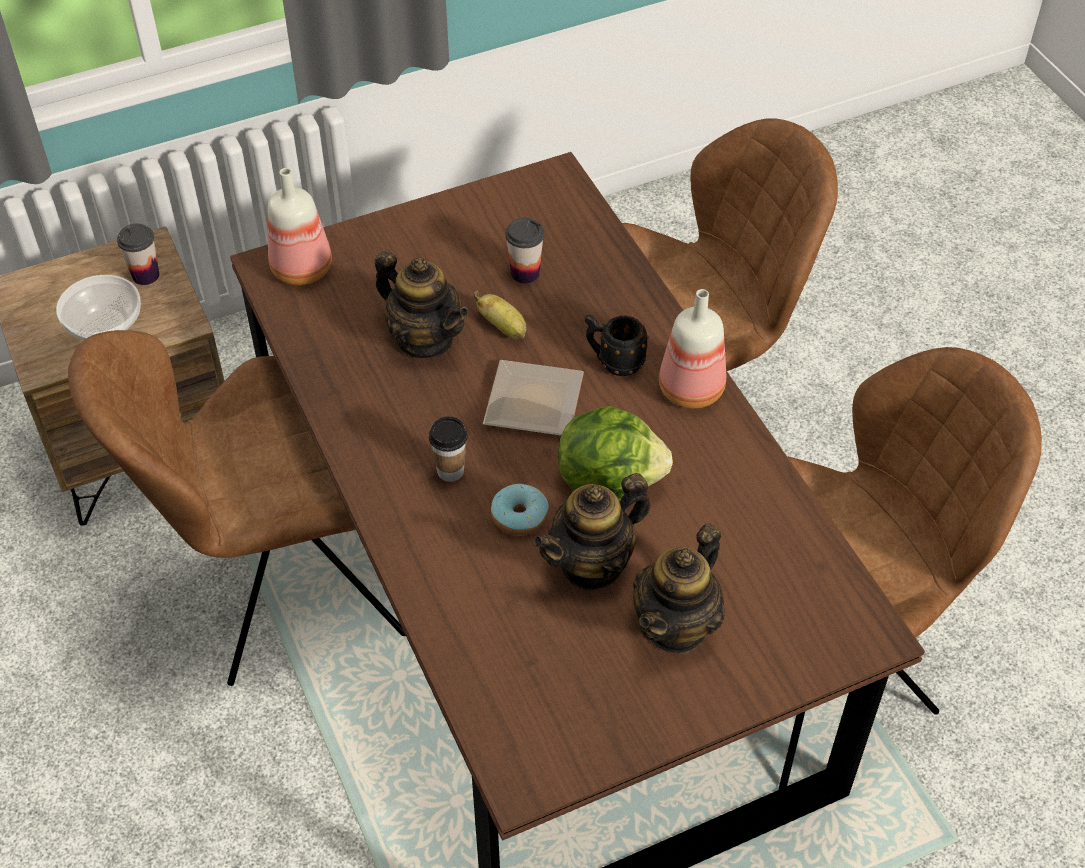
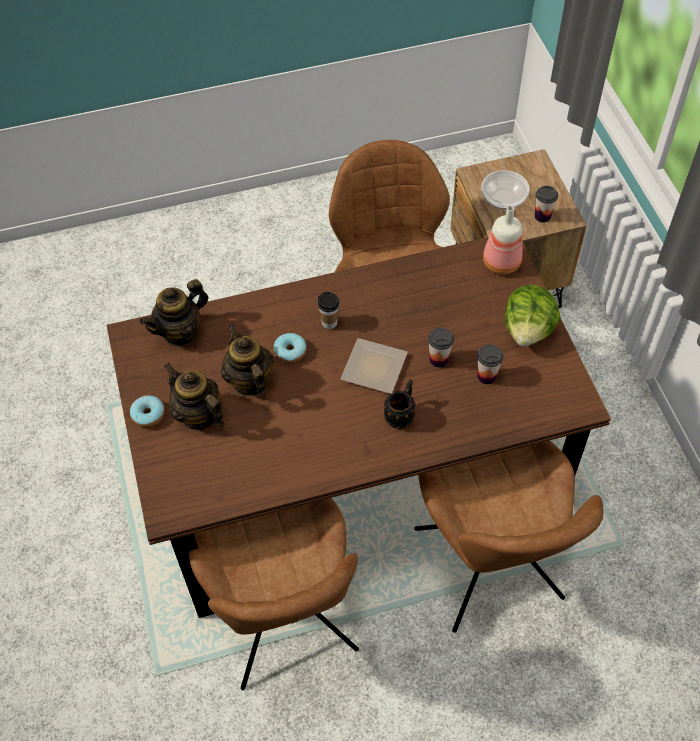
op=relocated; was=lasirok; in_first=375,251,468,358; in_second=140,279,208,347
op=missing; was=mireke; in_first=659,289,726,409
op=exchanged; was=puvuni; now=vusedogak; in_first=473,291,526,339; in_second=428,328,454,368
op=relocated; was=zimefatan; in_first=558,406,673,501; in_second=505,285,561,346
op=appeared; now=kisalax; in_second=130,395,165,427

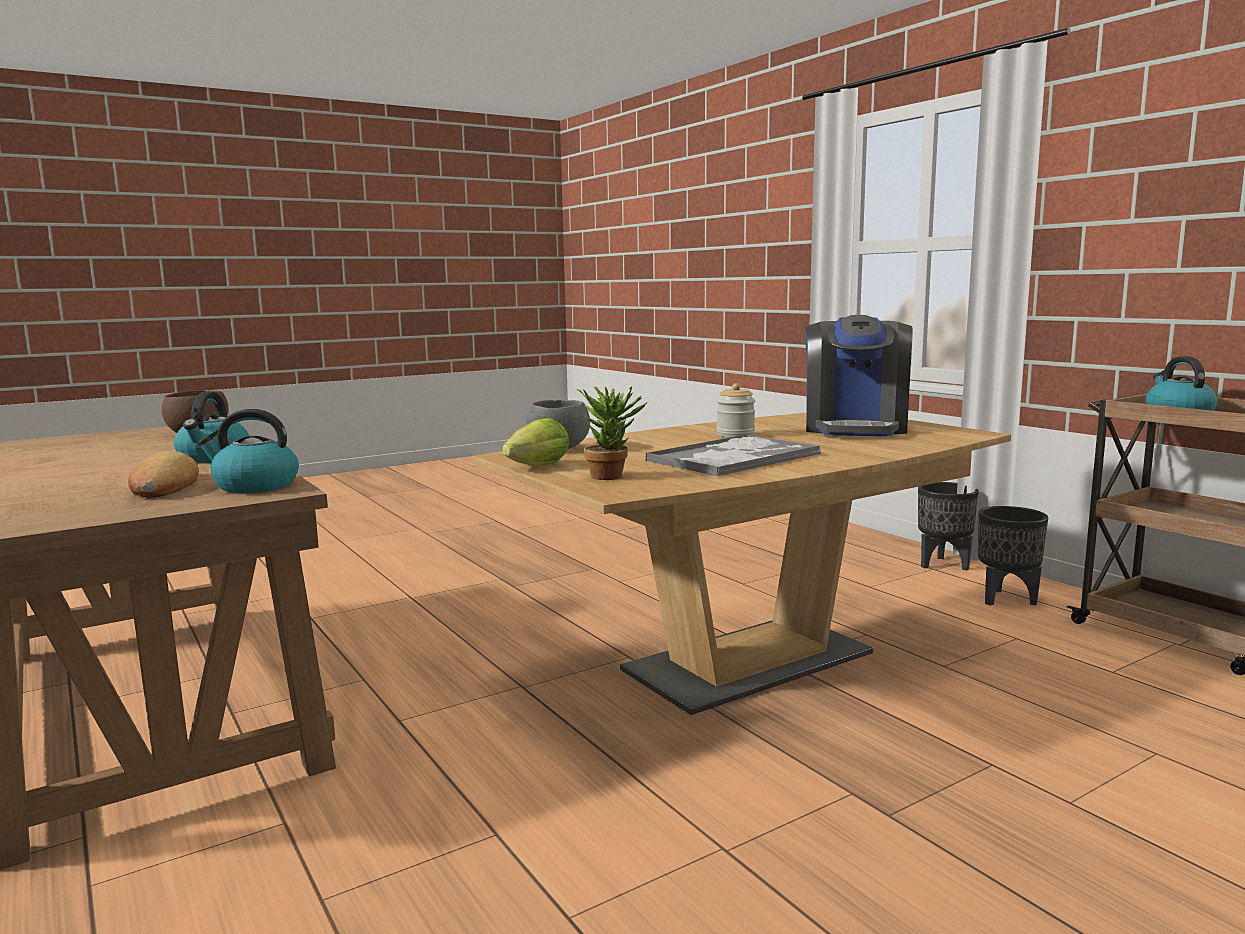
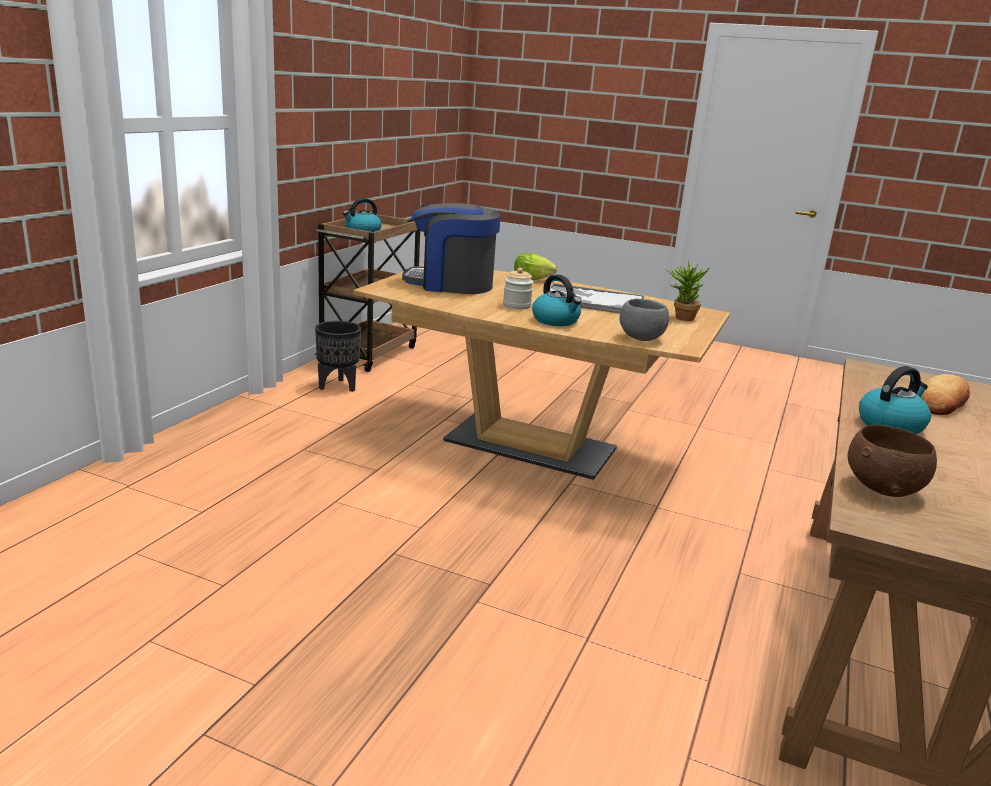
op=spun; was=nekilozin; in_first=805,315,913,436; in_second=402,203,501,294; clockwise=-150
op=relocated; was=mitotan; in_first=197,409,299,493; in_second=532,275,581,326
op=relocated; was=zimefatan; in_first=503,418,570,466; in_second=514,253,557,280
op=missing; was=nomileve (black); in_first=918,482,979,570

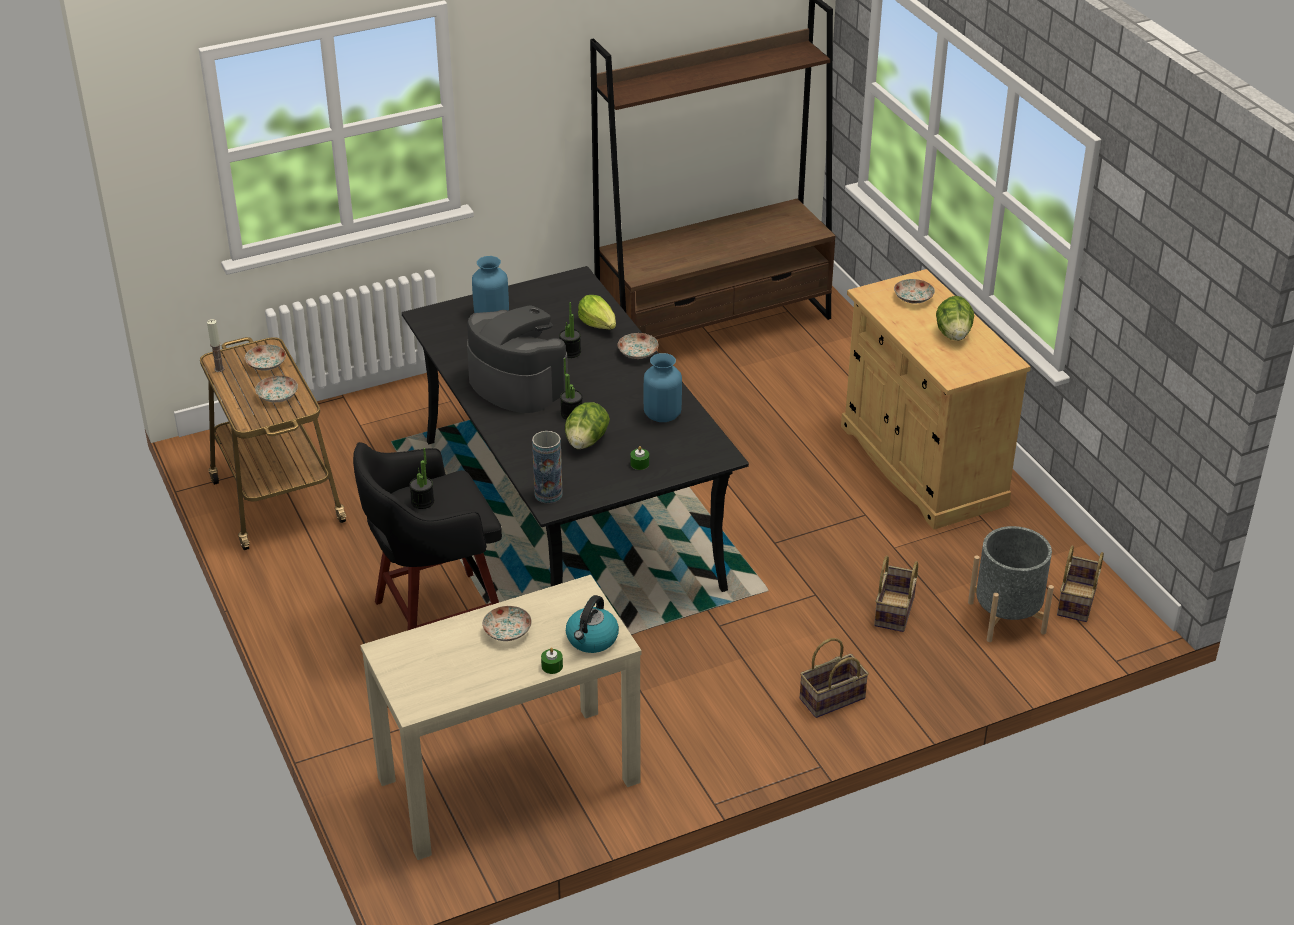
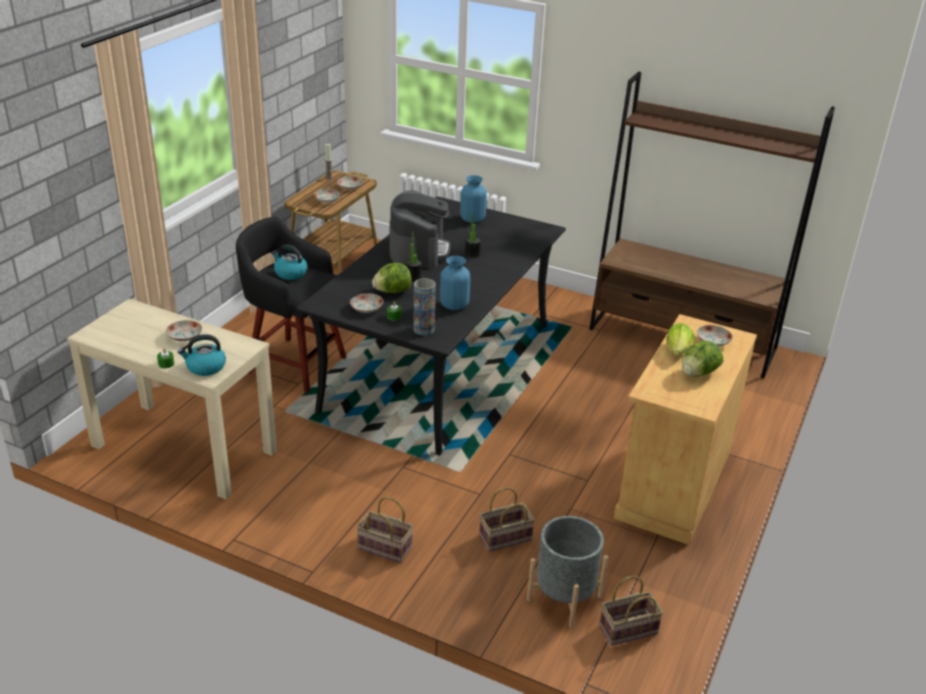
op=relocated; was=zimefatan; in_first=578,295,616,329; in_second=666,323,695,356
op=relocated; was=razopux; in_first=617,333,659,359; in_second=350,293,384,313
op=relocated; was=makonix; in_first=532,431,563,504; in_second=413,278,436,336
op=exchanged; was=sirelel; now=mitotan; in_first=409,448,434,509; in_second=272,244,308,280

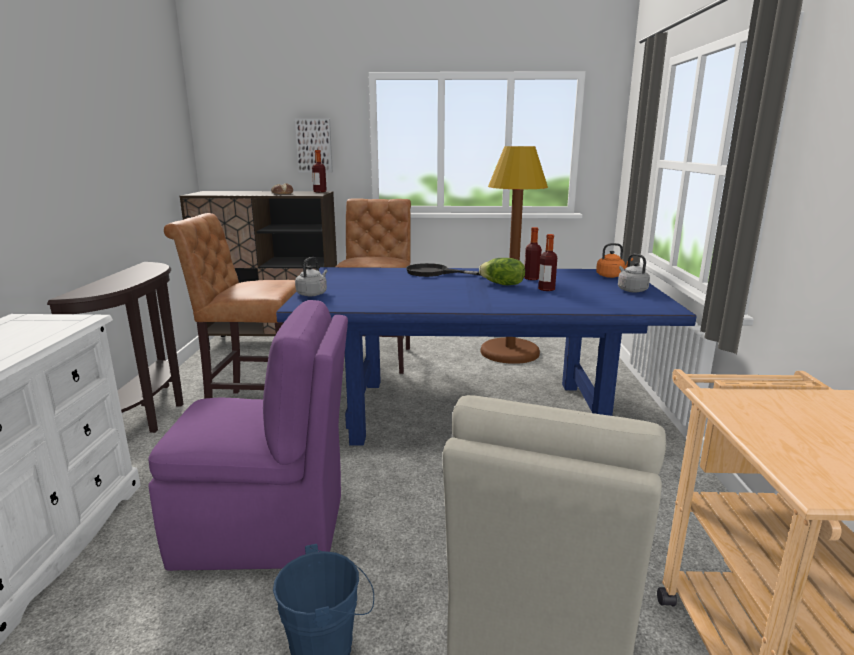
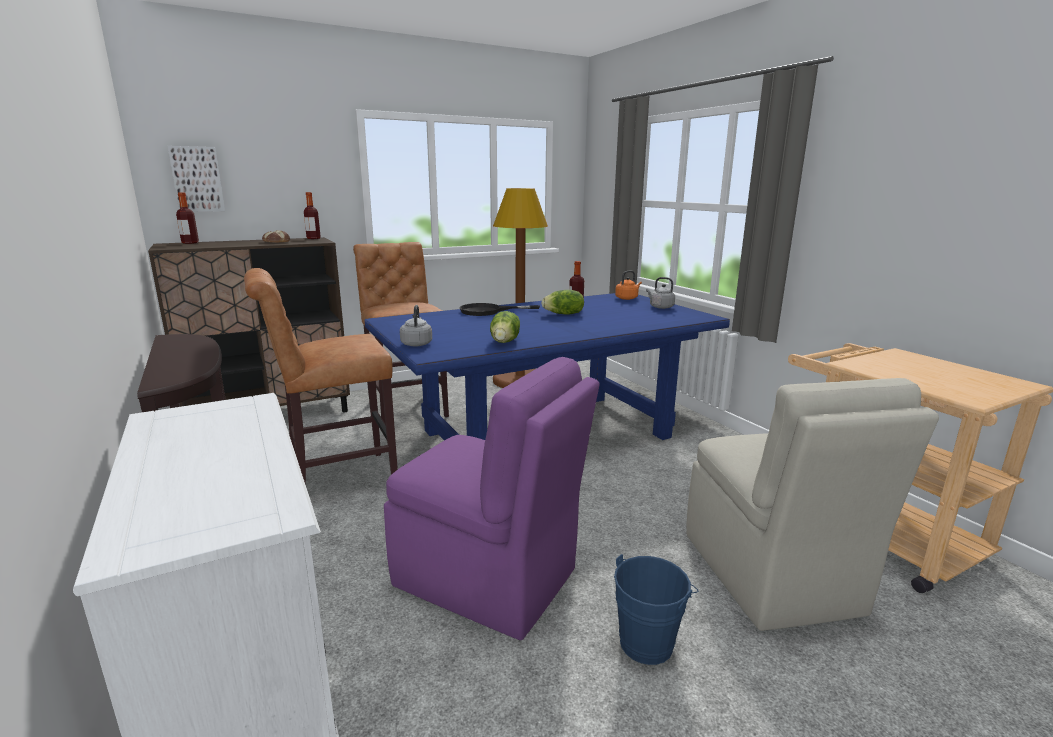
op=relocated; was=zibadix; in_first=295,119,333,173; in_second=168,146,225,212
op=relocated; was=mireke; in_first=538,234,557,291; in_second=176,192,199,244
op=spun; was=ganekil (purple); in_first=148,300,348,571; in_second=384,357,600,640; clockwise=60
op=appeared; now=zimefatan; in_second=490,311,520,343

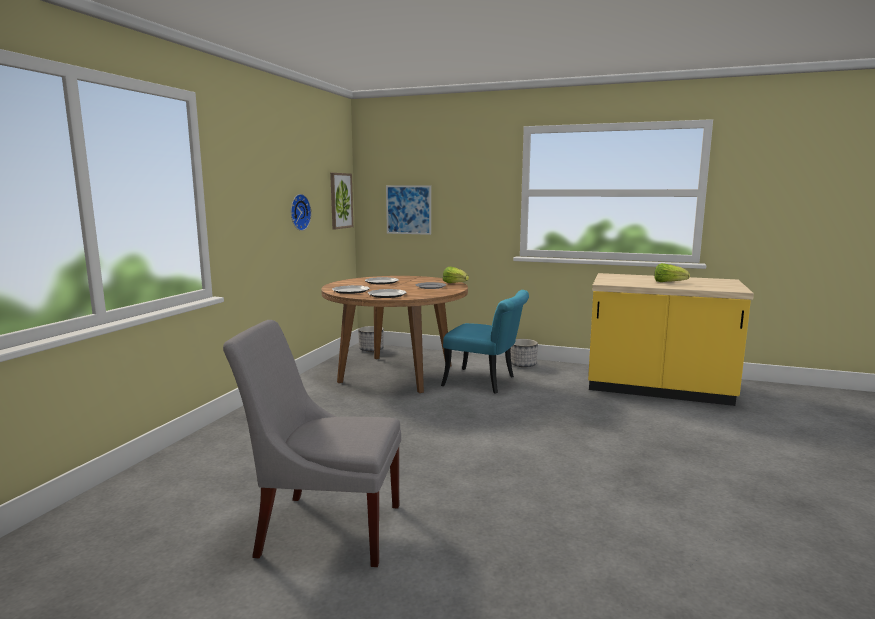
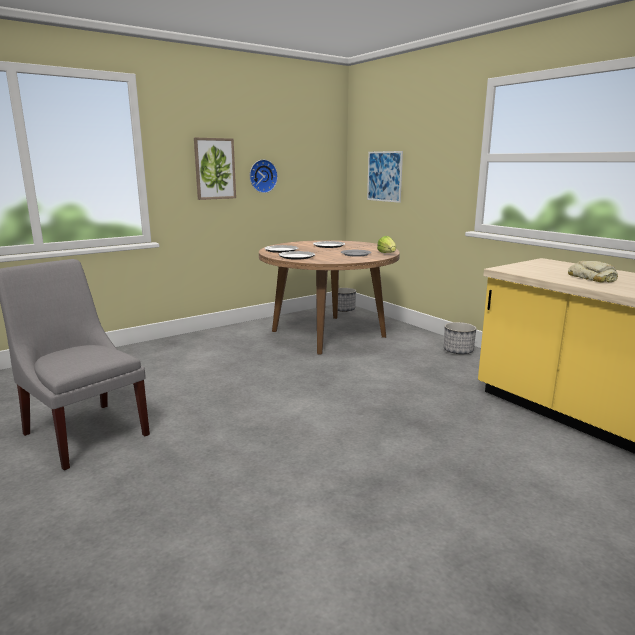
op=relocated; was=zibadix; in_first=330,173,353,229; in_second=194,138,236,200
op=exchanged; was=zimefatan; now=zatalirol; in_first=654,263,690,282; in_second=568,261,618,283
op=missing; was=ganekil (turquoise); in_first=441,290,529,394

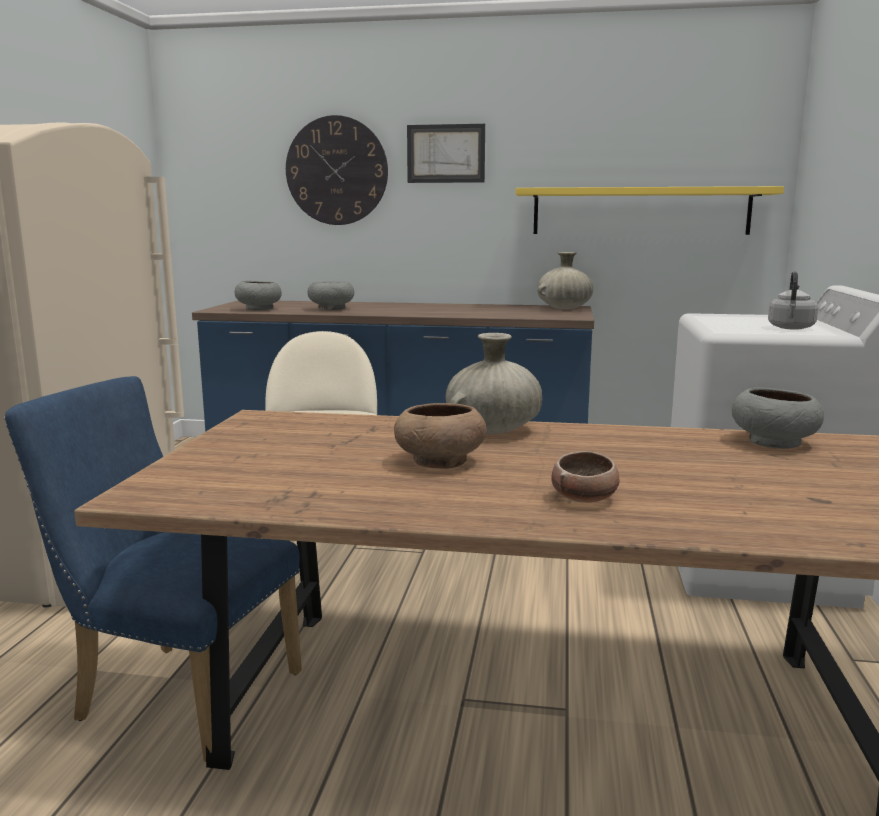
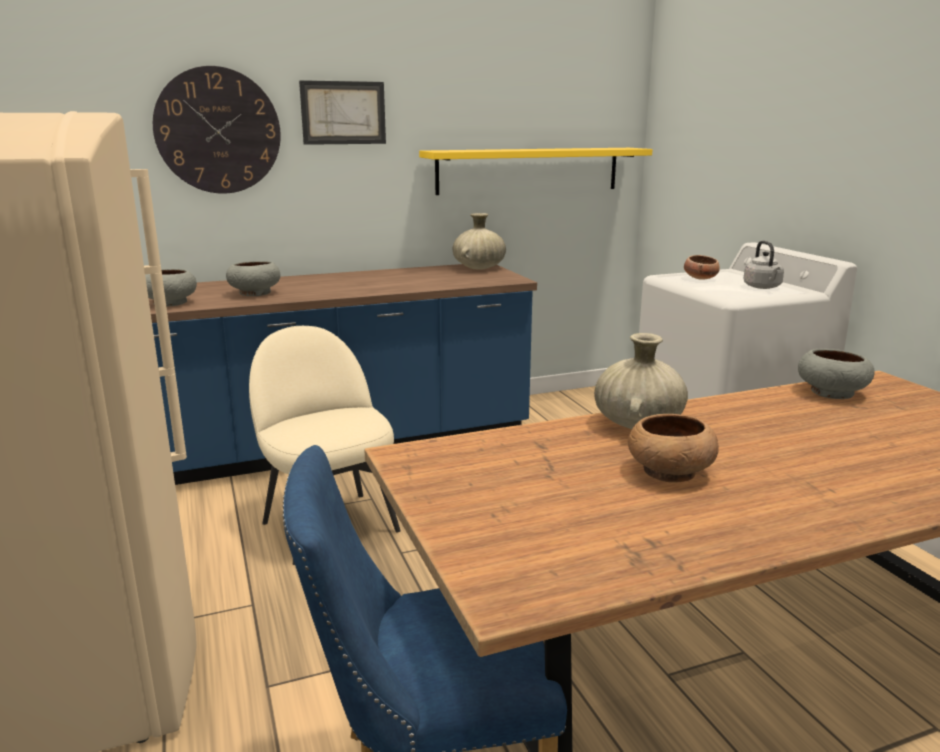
op=relocated; was=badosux; in_first=552,451,620,503; in_second=684,255,720,280

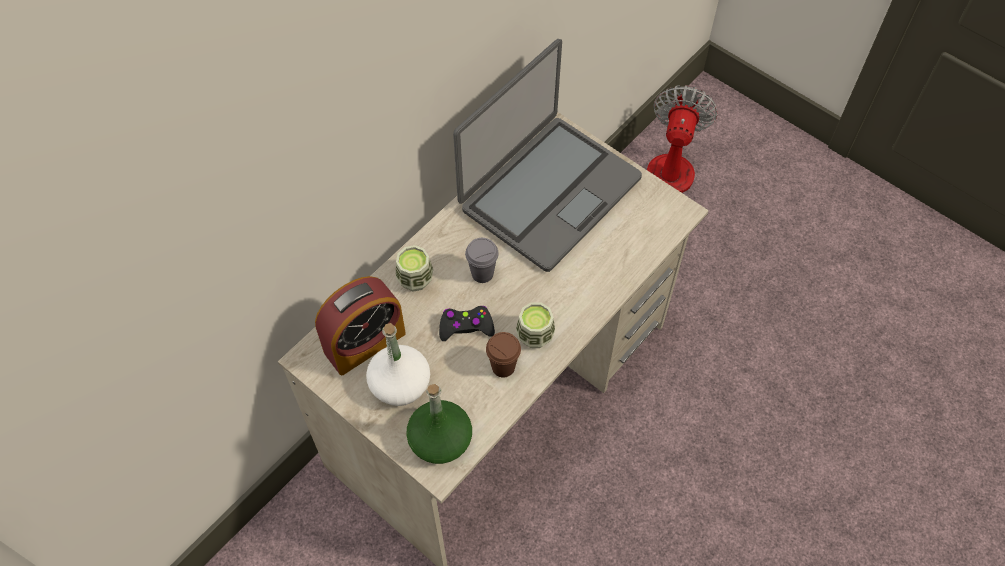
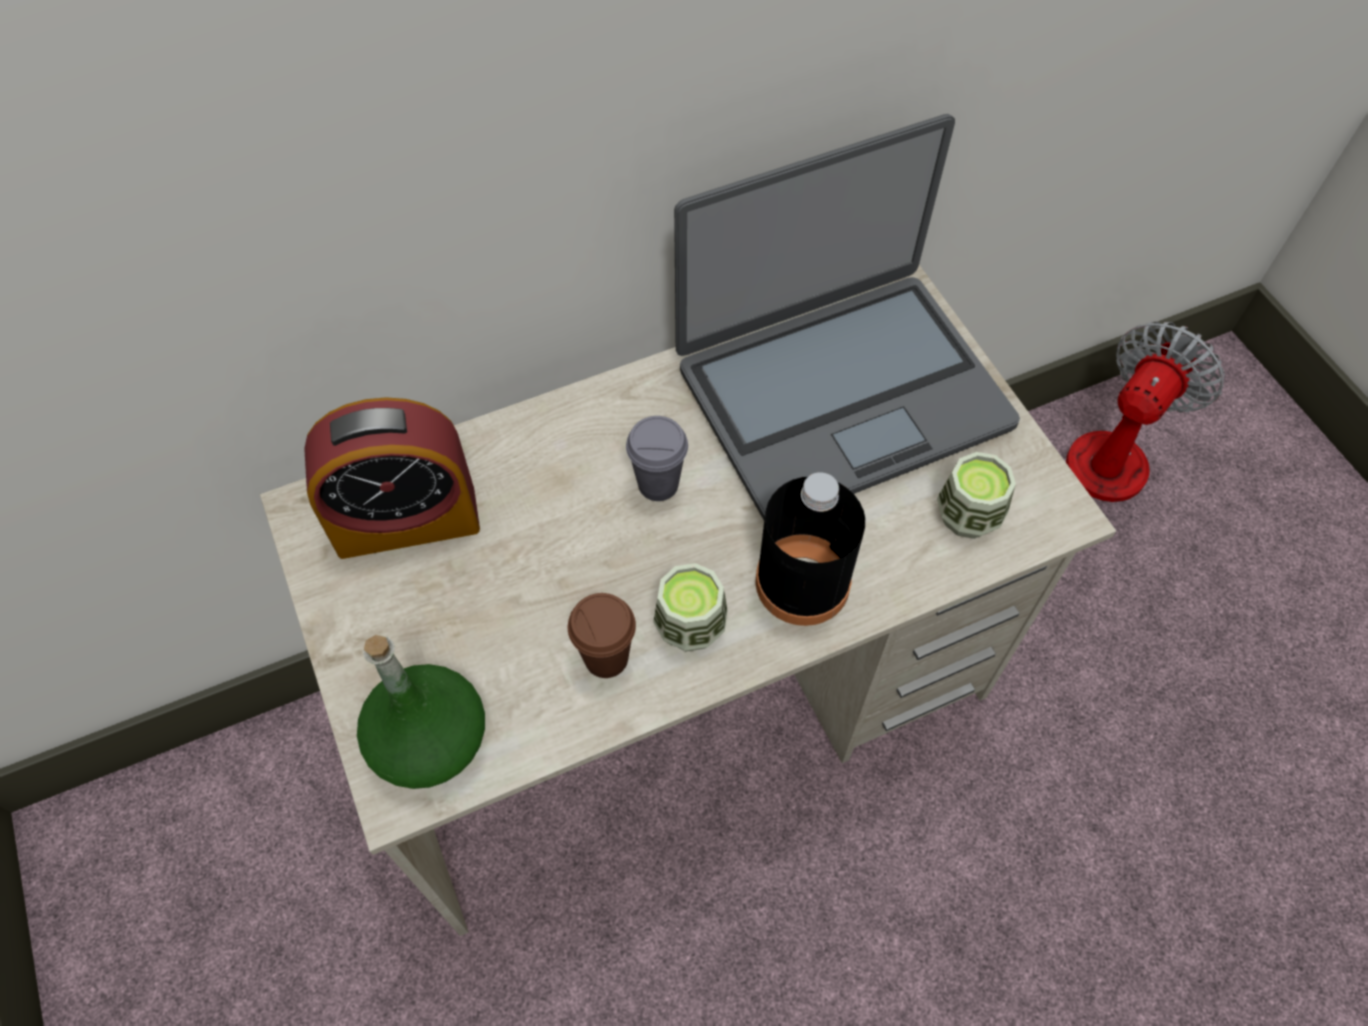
op=relocated; was=vusedogak; in_first=396,245,433,292; in_second=937,452,1016,539
op=missing; was=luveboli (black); in_first=439,306,495,341
op=missing; was=mireke (white); in_first=366,323,430,406
op=appeared; now=mireke (black); in_second=755,472,865,626

